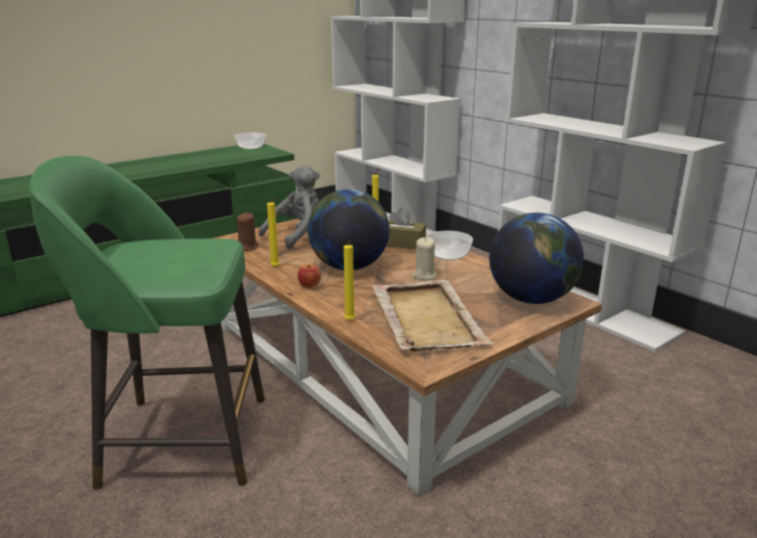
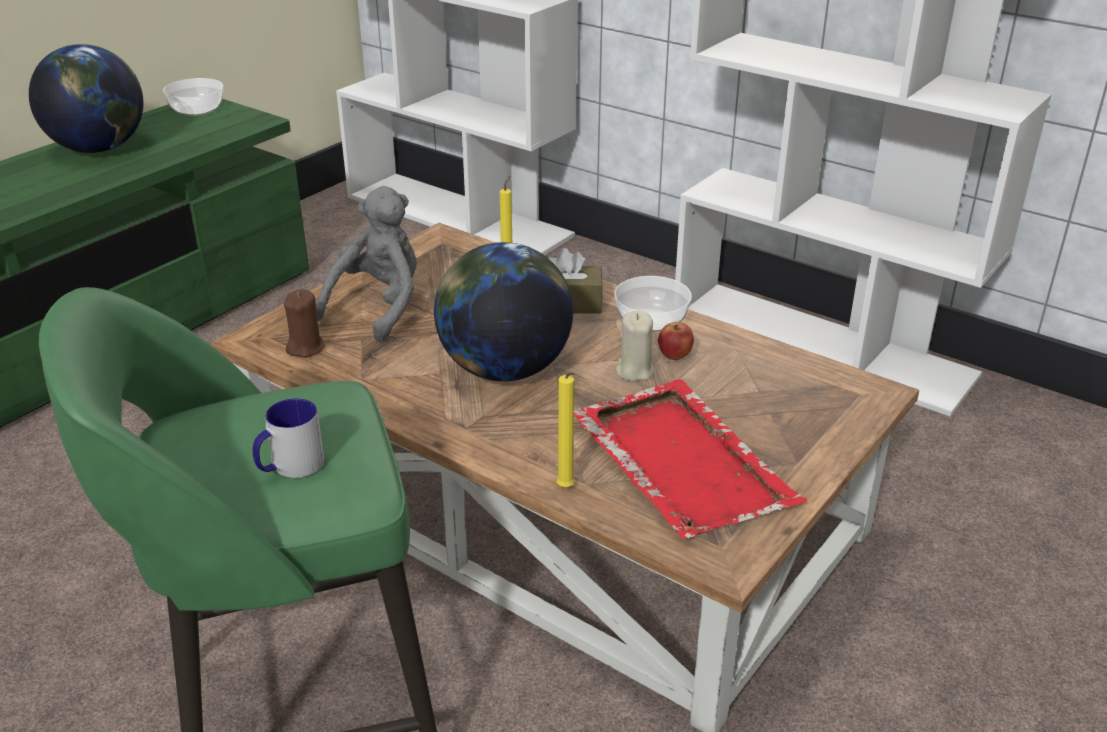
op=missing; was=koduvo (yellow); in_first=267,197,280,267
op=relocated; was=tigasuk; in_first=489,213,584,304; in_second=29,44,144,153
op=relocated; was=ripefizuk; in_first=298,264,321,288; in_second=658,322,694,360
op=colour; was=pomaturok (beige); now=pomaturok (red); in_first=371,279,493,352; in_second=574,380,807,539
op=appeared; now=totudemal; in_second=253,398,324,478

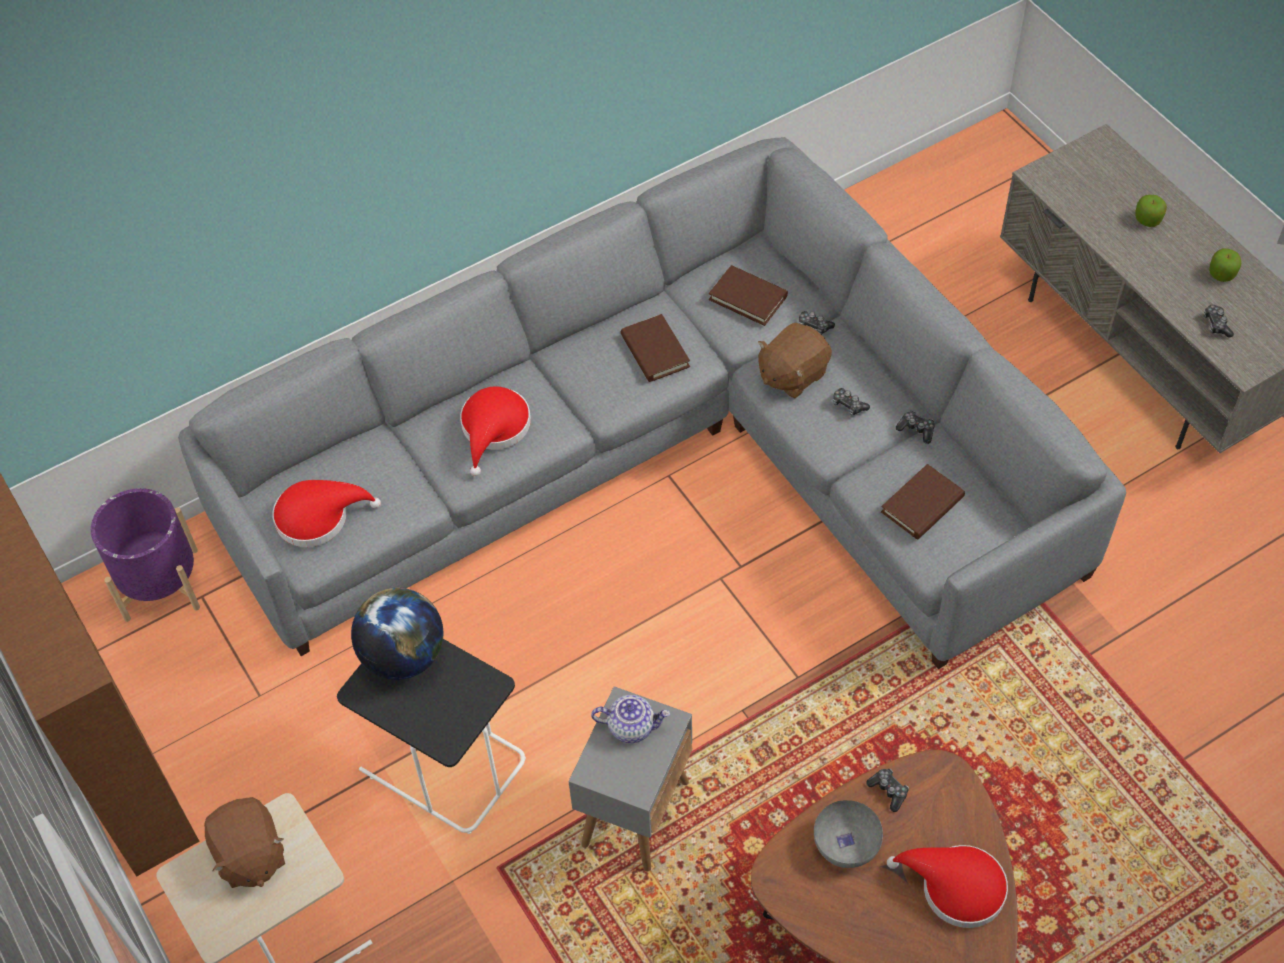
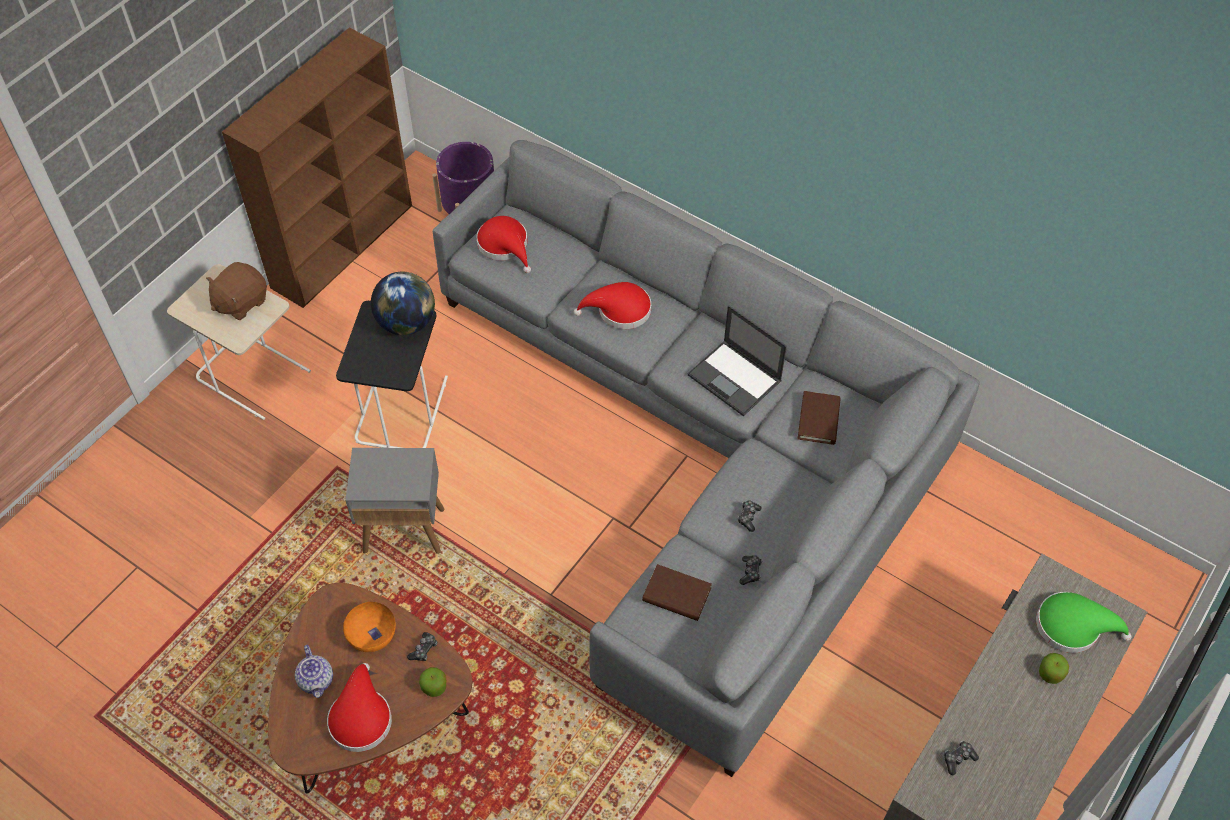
op=relocated; was=ripefizuk; in_first=1209,249,1241,282; in_second=419,667,446,697
op=missing; was=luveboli; in_first=799,311,835,335
op=exchanged; was=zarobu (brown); now=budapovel; in_first=621,314,690,382; in_second=688,305,787,416
op=missing; was=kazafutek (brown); in_first=758,323,832,398
op=relocated; was=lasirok; in_first=591,695,670,743; in_second=295,645,333,698
op=colour; was=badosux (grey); now=badosux (orange); in_first=814,800,883,868; in_second=343,602,396,652
op=appeared; now=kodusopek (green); in_second=1036,592,1131,653

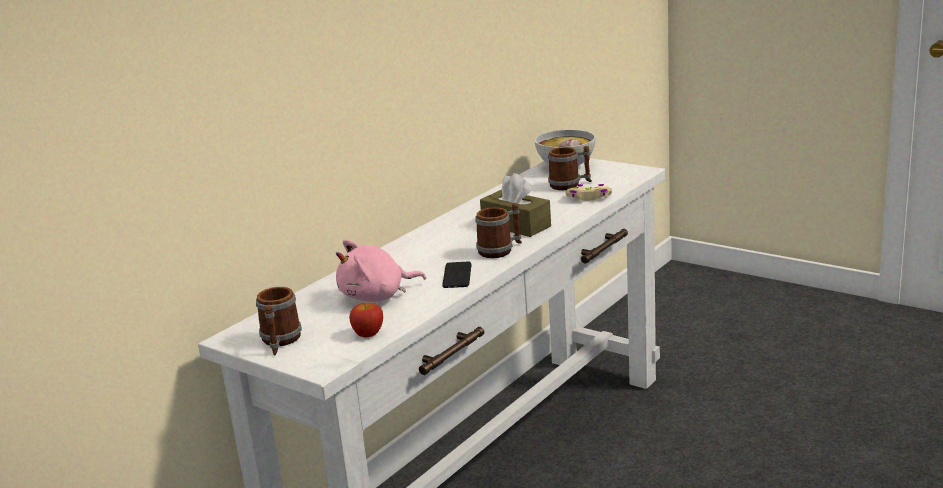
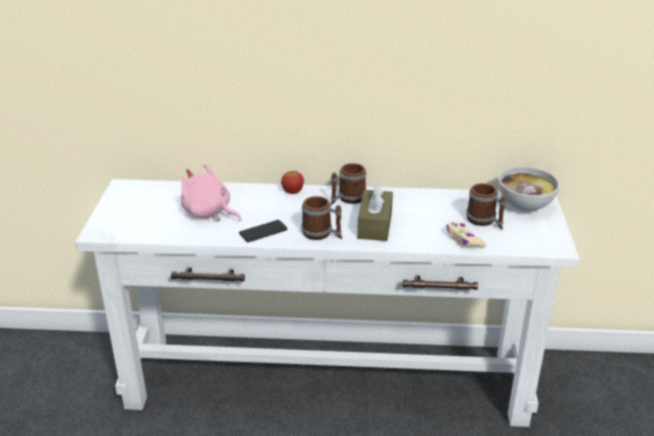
op=relocated; was=totudemal; in_first=256,287,302,356; in_second=331,163,366,205
op=relocated; was=ripefizuk; in_first=349,303,383,337; in_second=281,171,304,194

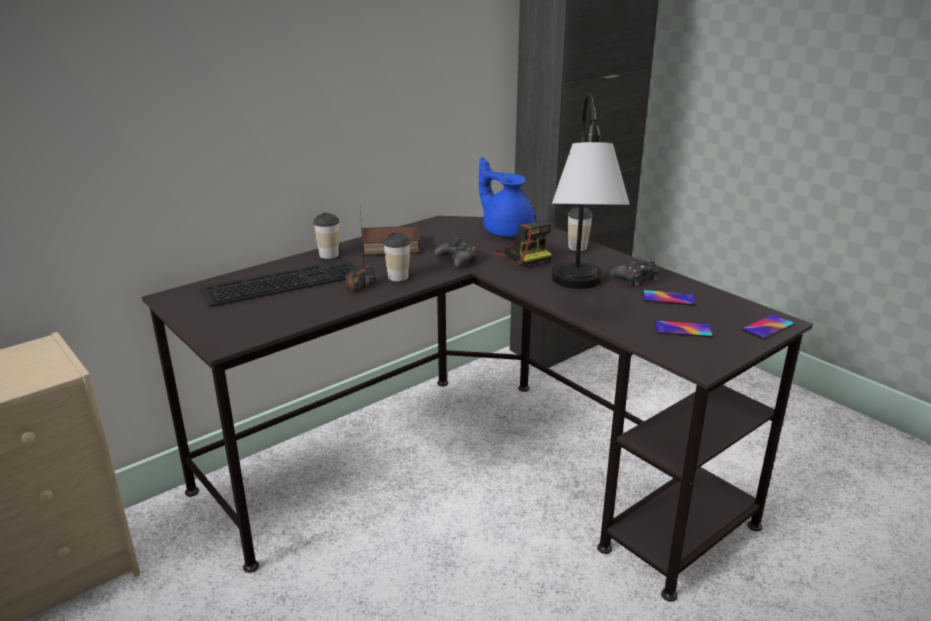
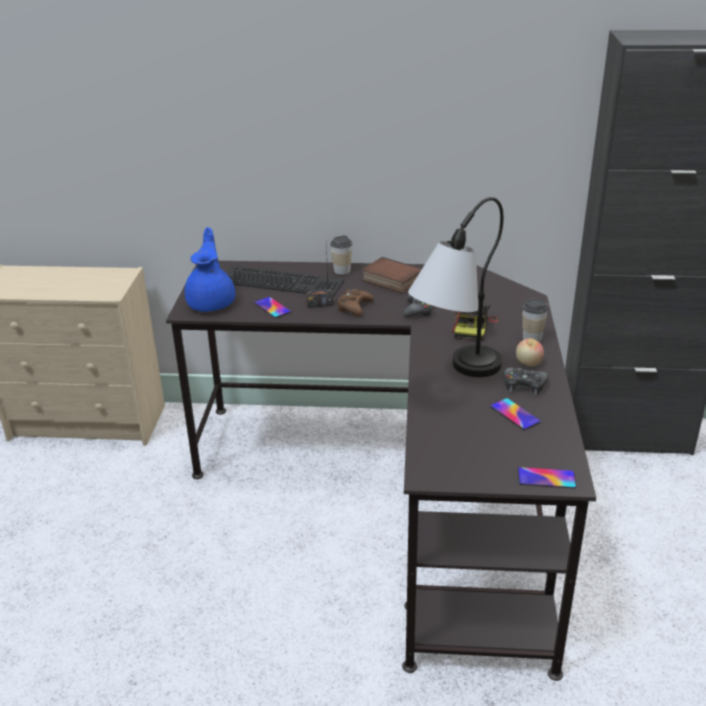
op=relocated; was=lasirok (blue); in_first=479,157,535,237; in_second=185,227,235,312
op=exchanged; was=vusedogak; now=luveboli (brown); in_first=383,232,411,281; in_second=338,289,374,316
op=relocated; was=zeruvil; in_first=655,320,713,337; in_second=254,297,291,318
op=appeared; now=ripefizuk; in_second=516,338,544,366

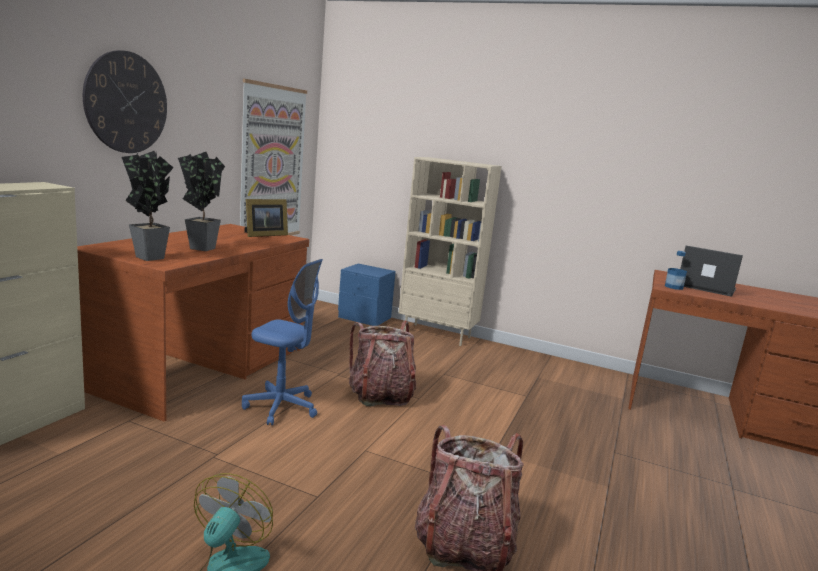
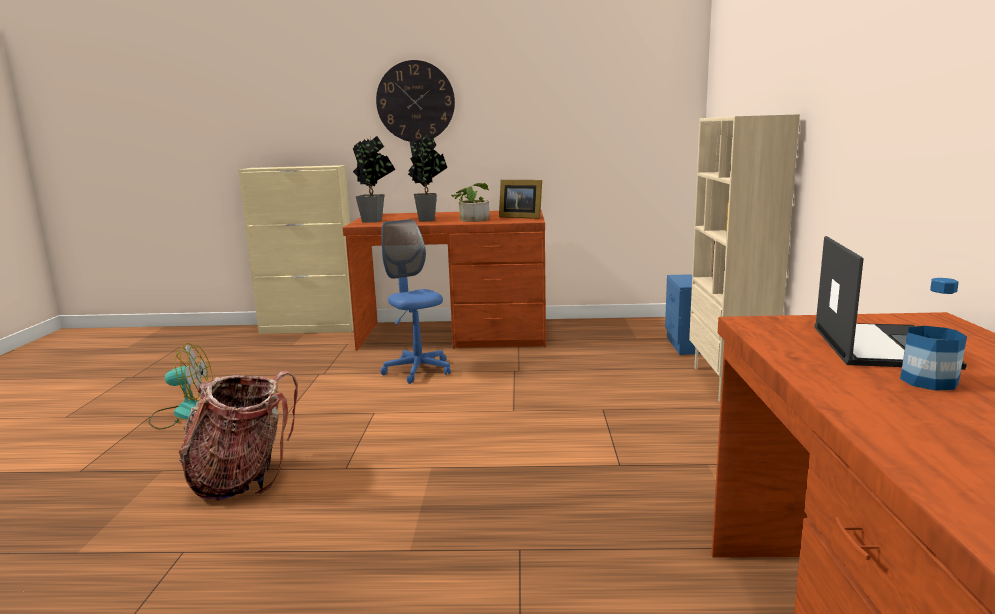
op=missing; was=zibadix; in_first=240,79,307,235
op=relocated; was=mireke; in_first=665,251,687,290; in_second=900,278,967,391
op=spun; was=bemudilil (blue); in_first=242,259,323,425; in_second=380,219,451,384; clockwise=150
op=missing; was=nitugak; in_first=349,321,417,406
op=appeared; now=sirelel; in_second=451,183,490,222

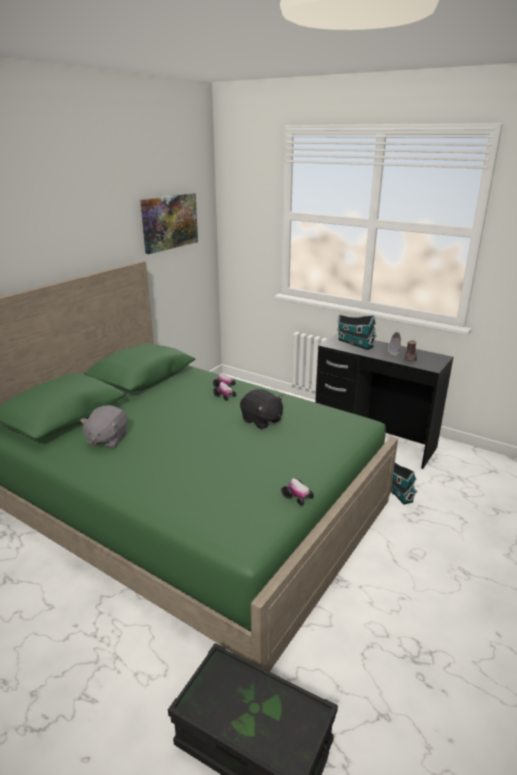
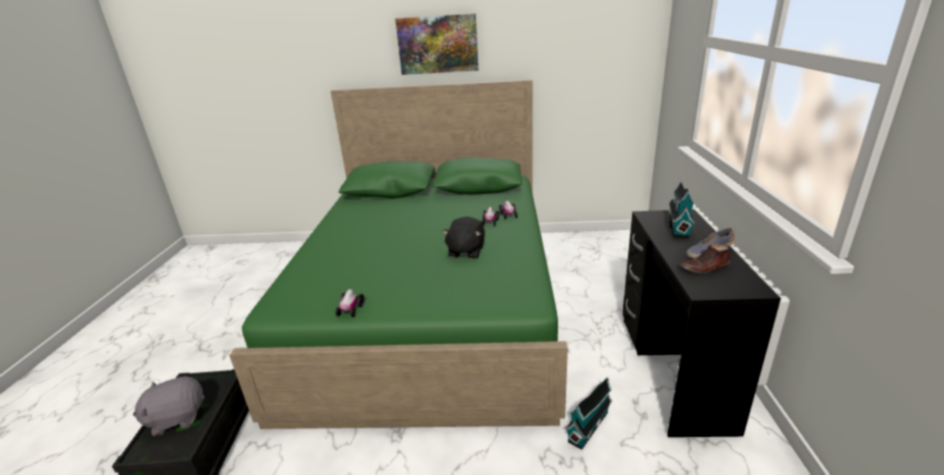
op=relocated; was=zibadix; in_first=140,193,198,254; in_second=395,14,478,75
op=relocated; was=kazafutek (grey); in_first=80,405,127,448; in_second=133,376,205,436

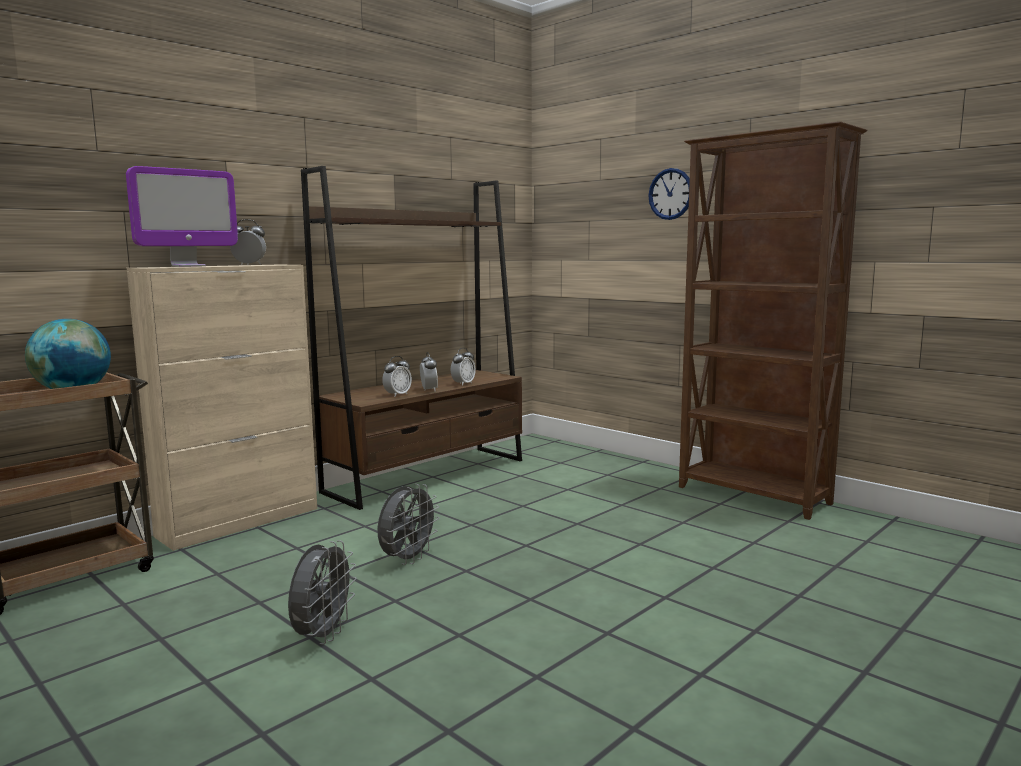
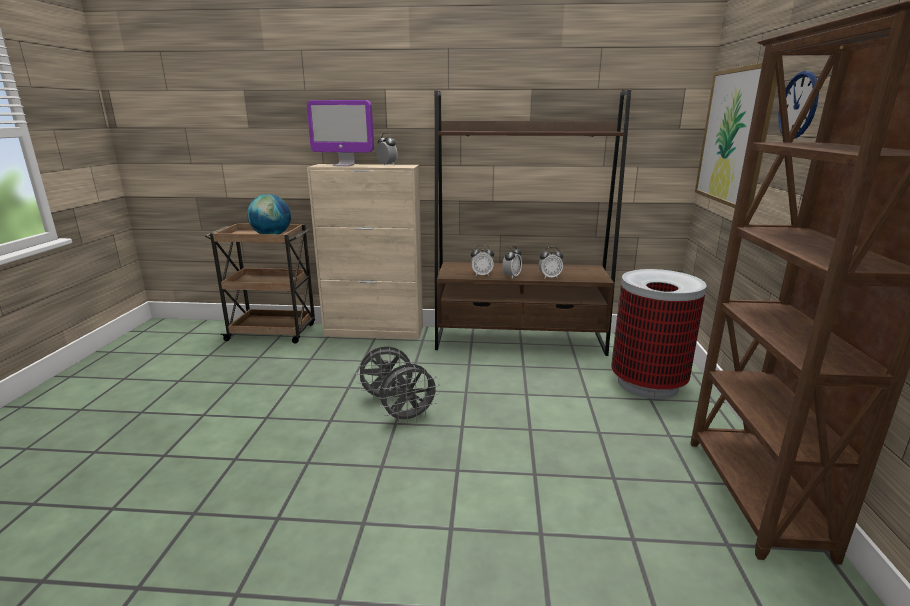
op=relocated; was=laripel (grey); in_first=288,540,357,645; in_second=379,364,440,424
op=appeared; now=zibadix; in_second=695,63,777,212
op=appeared; now=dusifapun; in_second=611,269,706,399

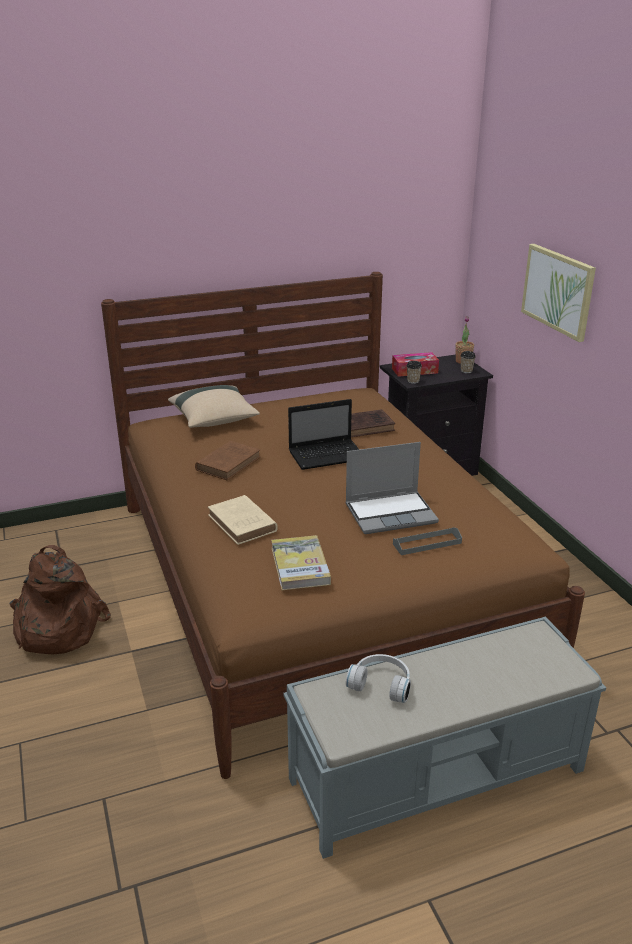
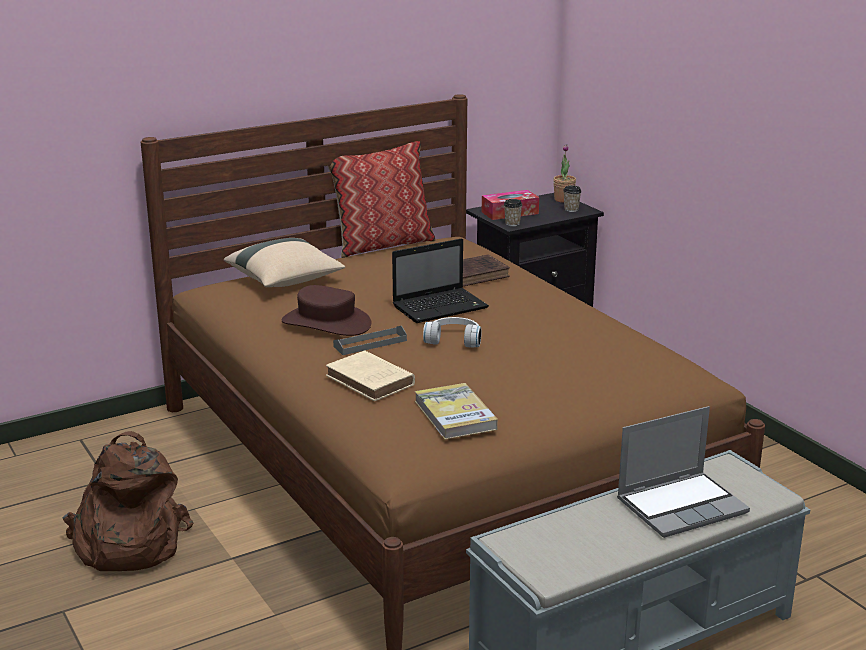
op=missing; was=zibadix; in_first=521,244,596,342
op=exchanged; was=zarobu (brown); now=kodusopek (brown); in_first=195,441,261,480; in_second=282,285,372,336
op=relocated; was=budapovel; in_first=345,442,439,534; in_second=617,406,750,538
op=relocated; was=pomaturok (grey); in_first=393,527,462,555; in_second=333,326,407,355
op=relocated; was=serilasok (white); in_first=346,654,411,703; in_second=423,317,482,347
op=appeared; now=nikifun; in_second=328,141,435,258

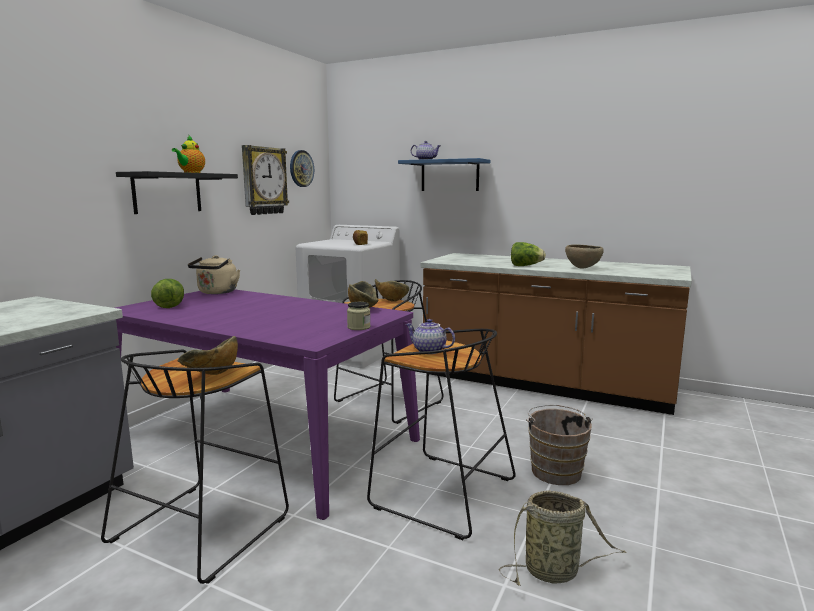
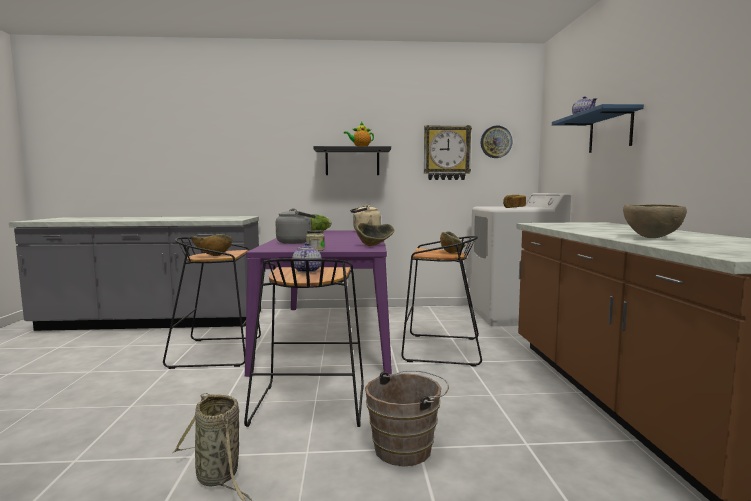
op=missing; was=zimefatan; in_first=511,242,546,266
op=appeared; now=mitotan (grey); in_second=276,208,316,244

